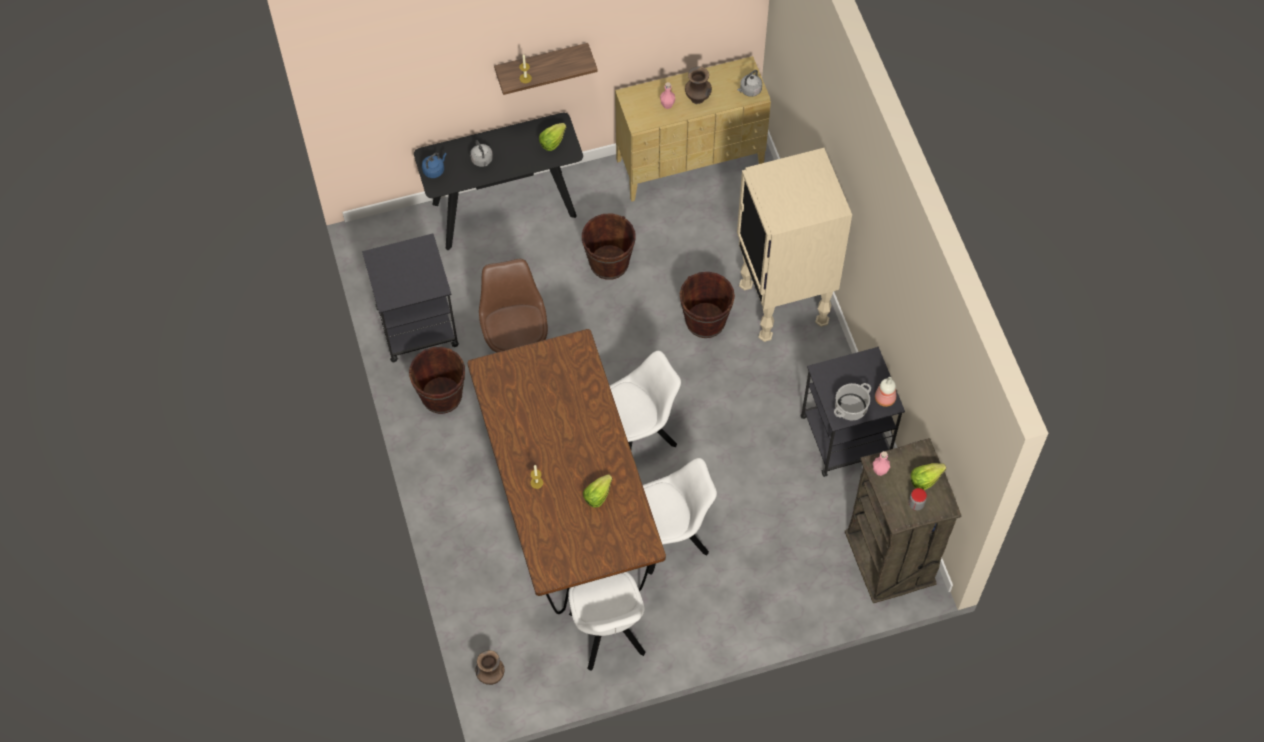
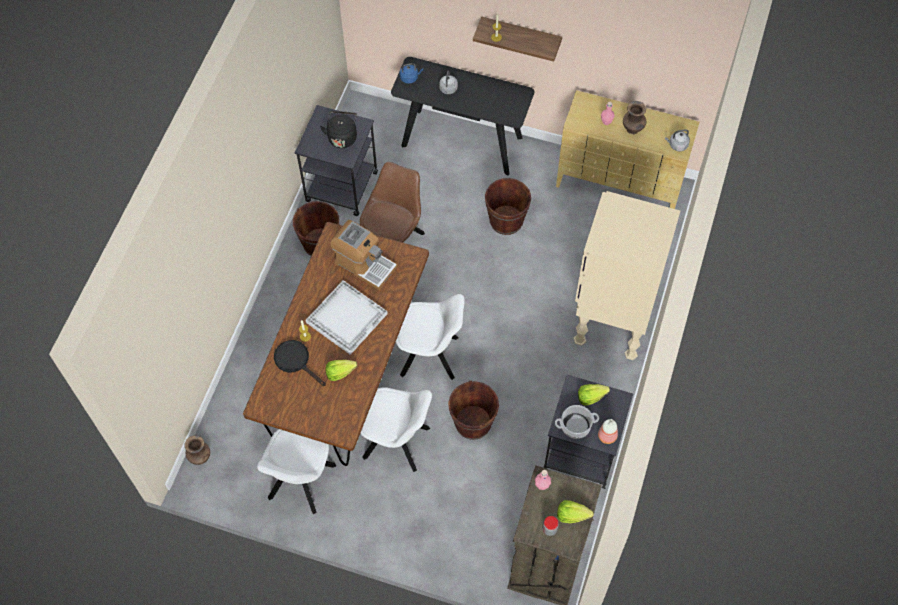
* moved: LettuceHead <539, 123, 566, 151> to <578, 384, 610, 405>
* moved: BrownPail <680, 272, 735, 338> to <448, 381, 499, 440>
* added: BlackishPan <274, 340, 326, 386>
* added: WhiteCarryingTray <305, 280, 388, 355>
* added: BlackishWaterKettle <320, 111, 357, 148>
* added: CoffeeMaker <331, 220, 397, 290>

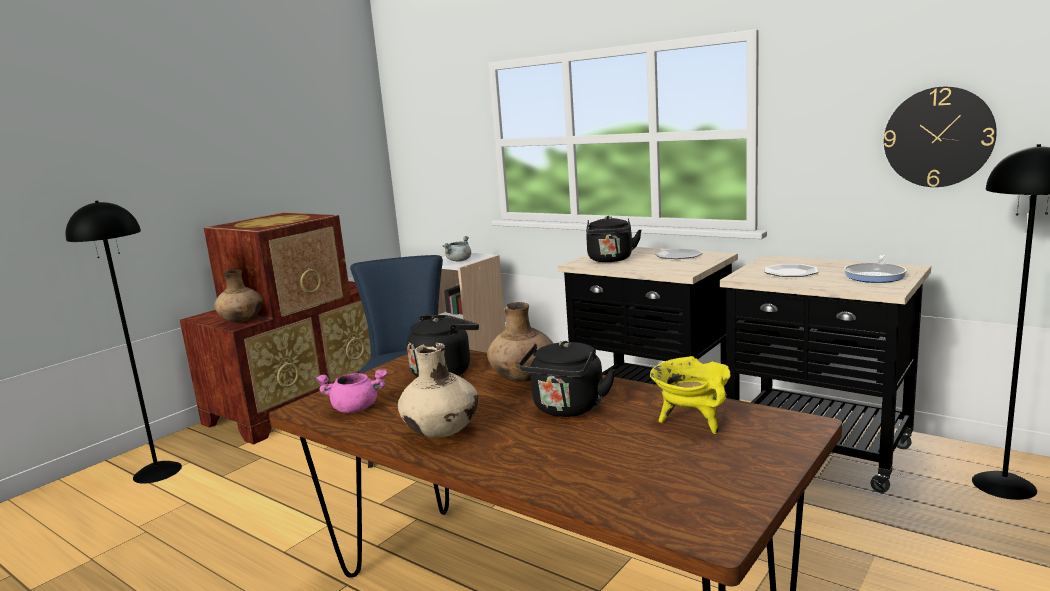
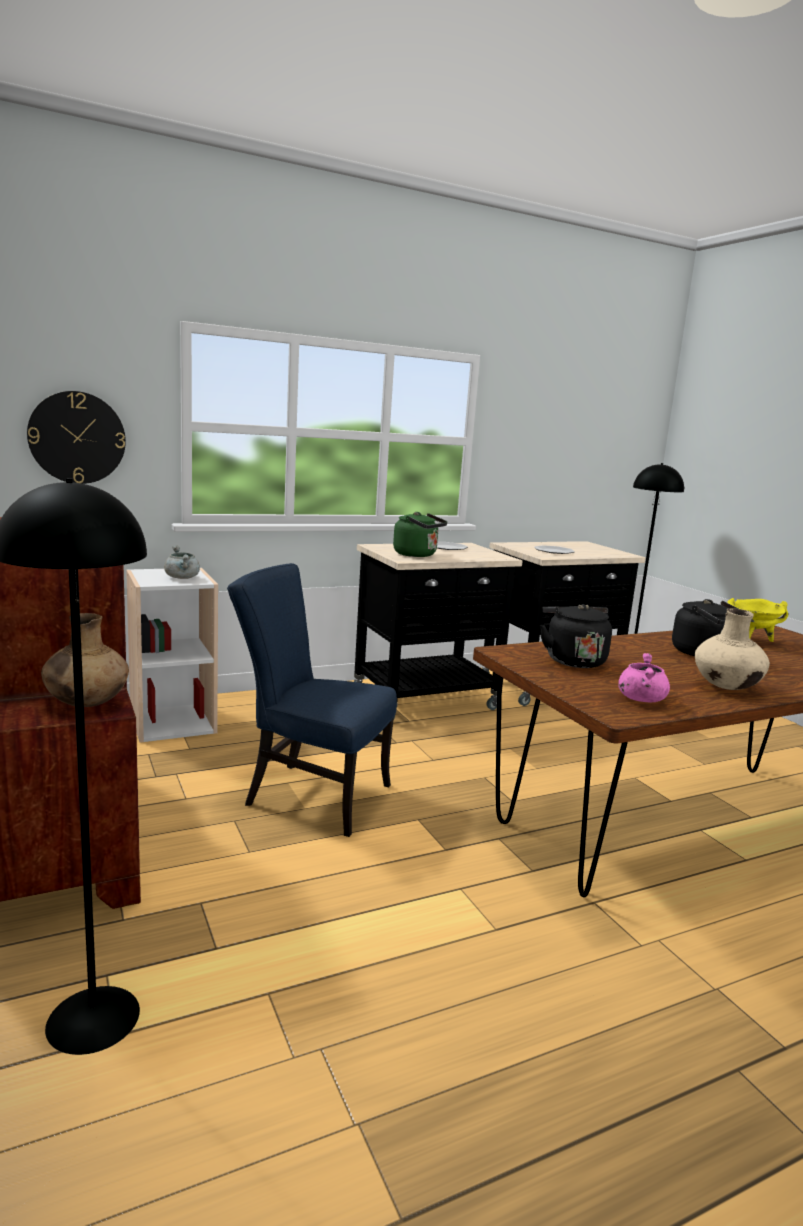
* removed: BrownDecorativeVase <487, 302, 554, 382>
* recoloured: BlackishWaterKettle <586, 216, 642, 262> to GreenishWaterKettle <393, 512, 447, 557>
* removed: Pan <844, 255, 906, 283>
* moved: HangingClock <884, 86, 997, 187> to <27, 391, 126, 484>

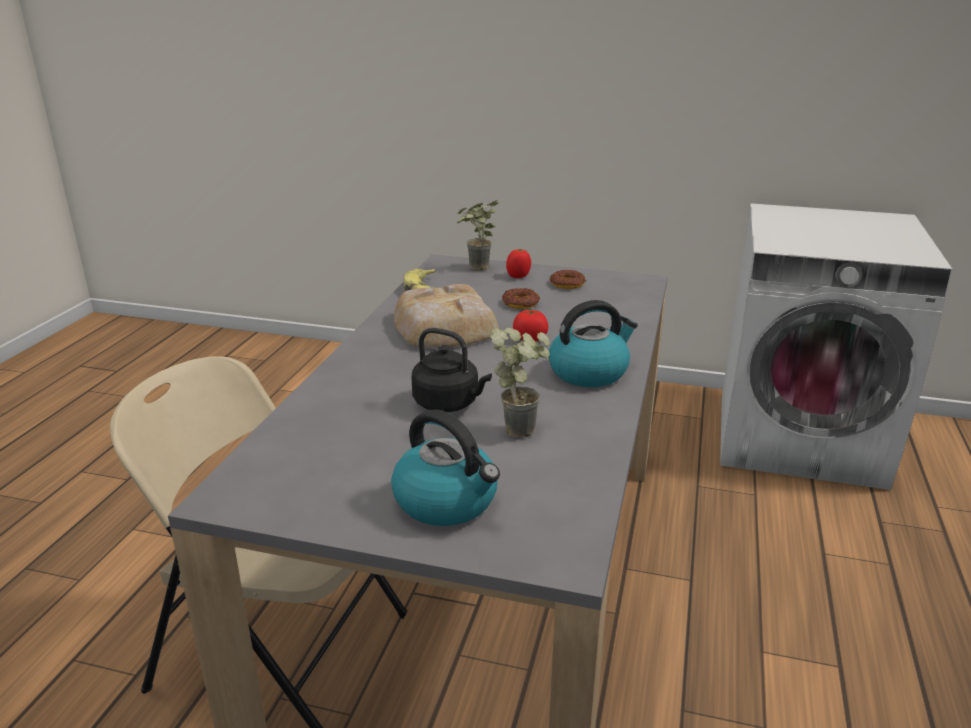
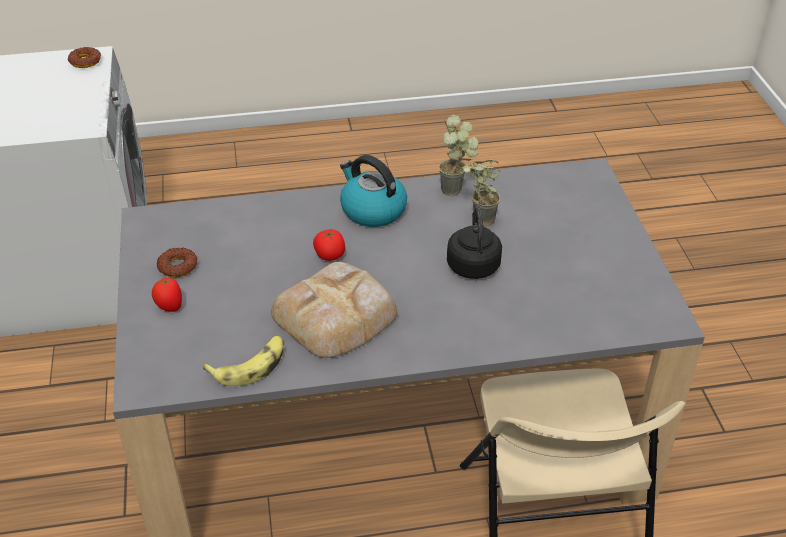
* removed: WaterKettle <391, 409, 500, 526>
* moved: PlantInAPot <457, 200, 499, 271> to <439, 114, 478, 196>
* moved: RingDoughnut <502, 288, 540, 309> to <68, 47, 101, 68>

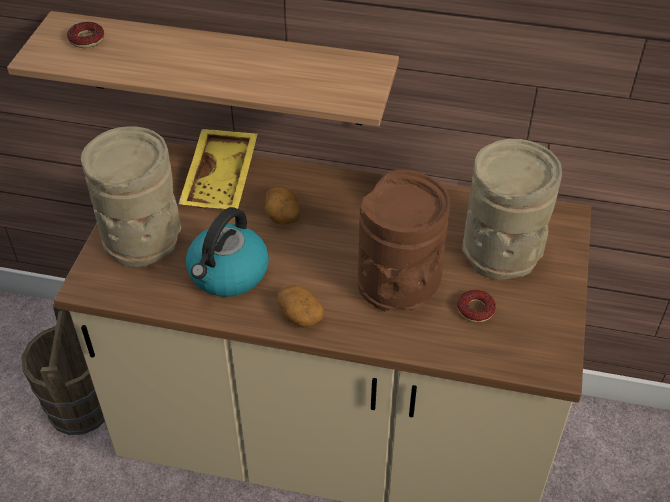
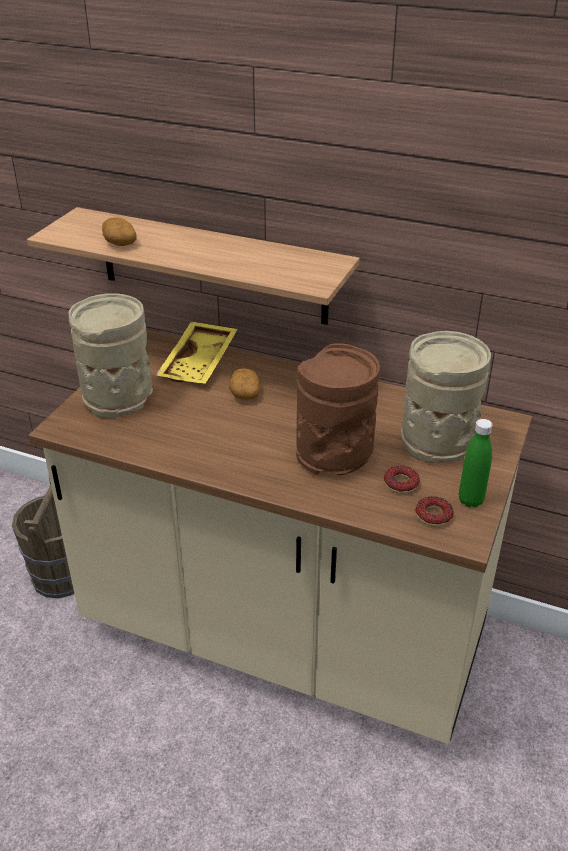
* moved: RingDoughnut <67, 22, 104, 48> to <415, 496, 454, 526>
* removed: WaterKettle <186, 207, 269, 297>
* moved: Spud <277, 285, 325, 328> to <102, 217, 137, 246>
* added: GreenishDrinkBottle <459, 419, 493, 508>

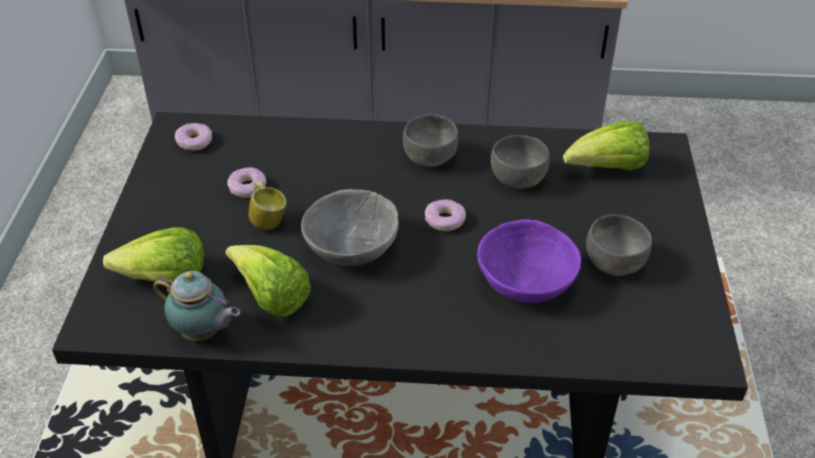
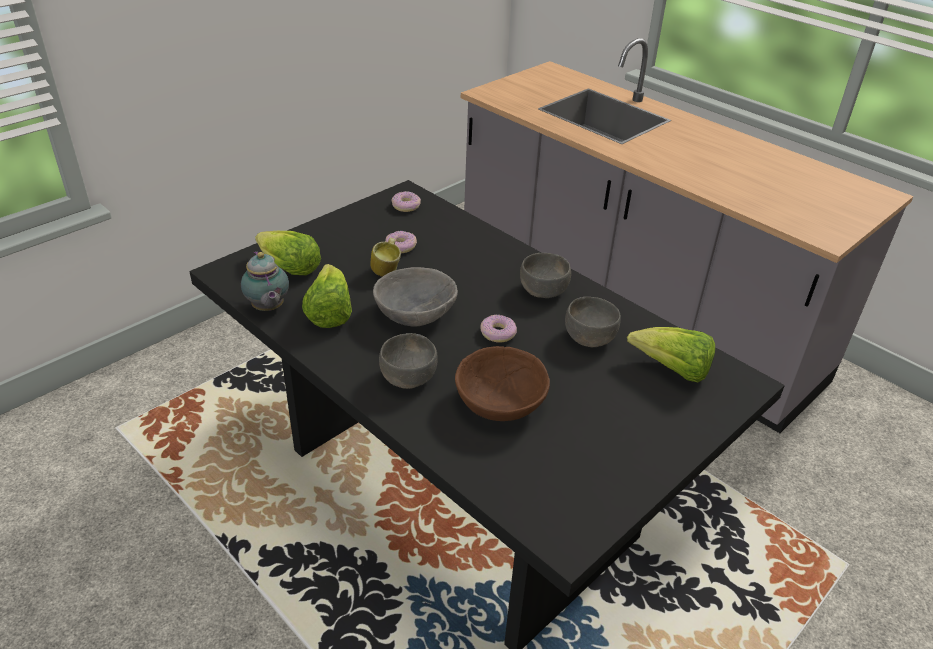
* recoloured: PurplishServingBowl <477, 219, 581, 303> to BrownServingBowl <455, 346, 550, 421>
* moved: GreyServingBowl <586, 215, 652, 276> to <379, 333, 438, 389>

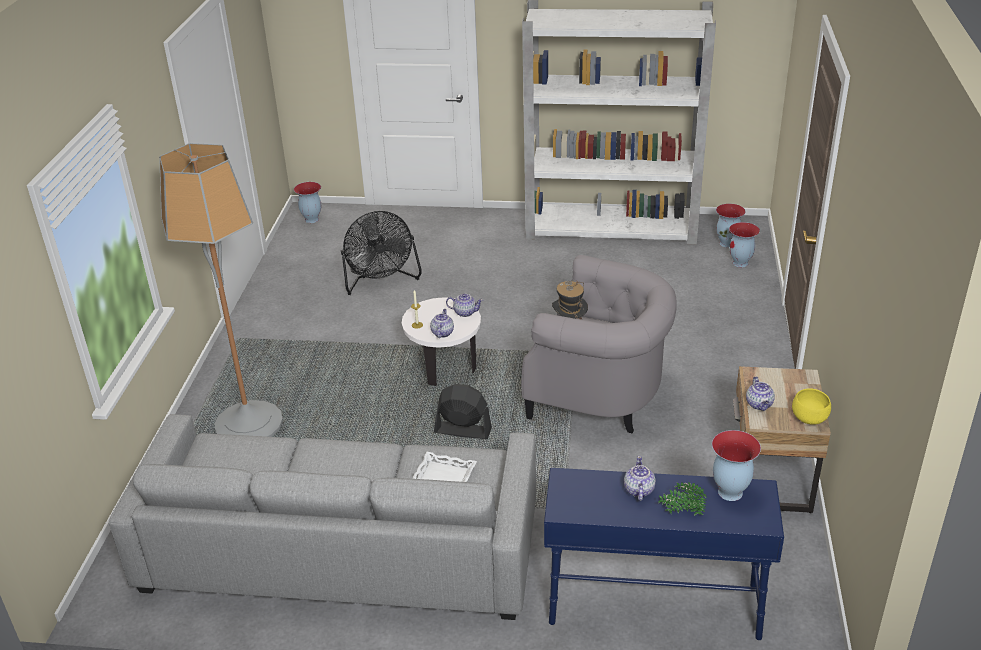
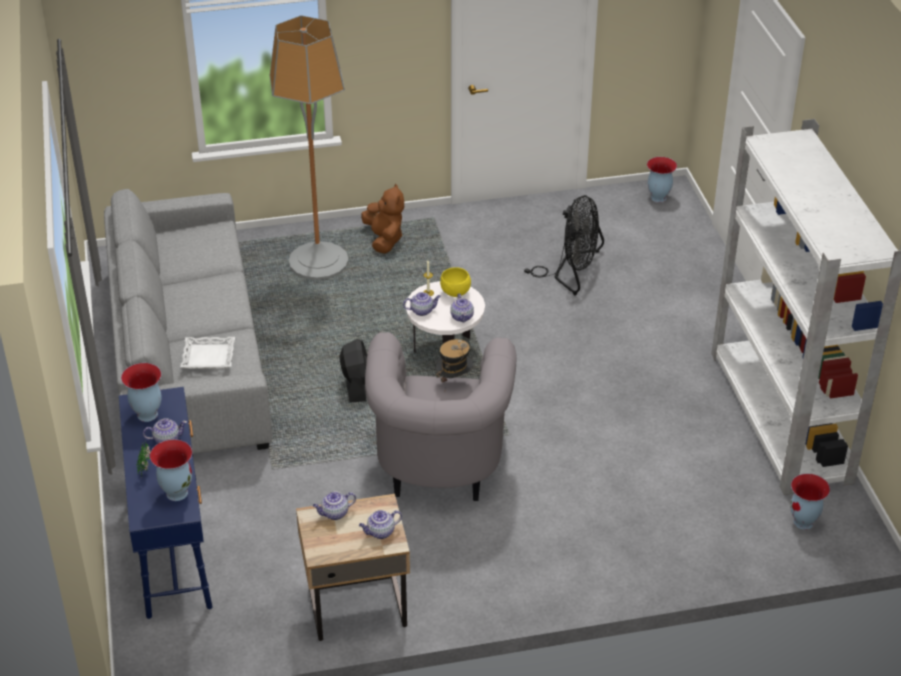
* turned: BlackishCoolingFan <341, 211, 422, 295> = <524, 195, 604, 295> 120 degrees counterclockwise
* moved: DecorativeVase <729, 222, 760, 267> to <121, 363, 162, 422>
* moved: YellowColouredServingBowl <792, 388, 831, 425> to <440, 267, 471, 297>
* added: Teapot <359, 510, 402, 539>
* added: BrownSoftToy <361, 184, 404, 254>

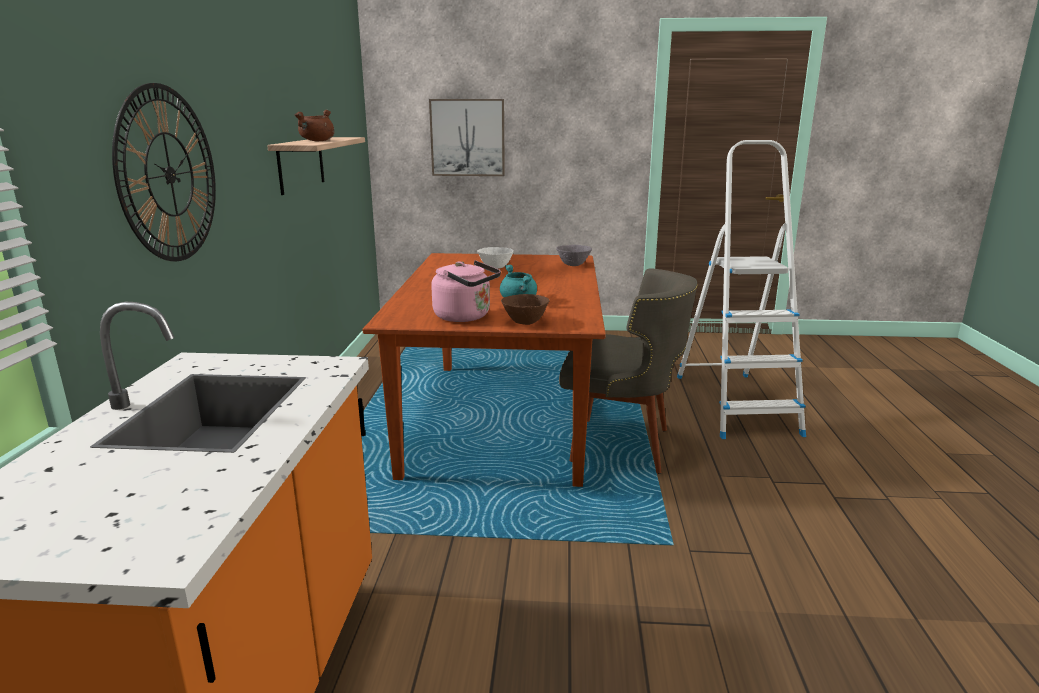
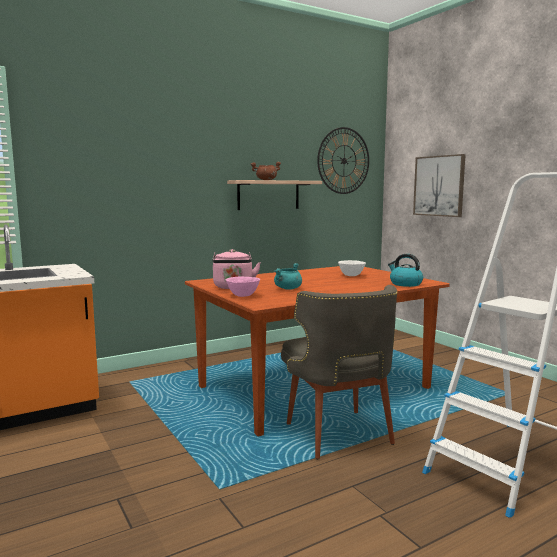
* moved: HangingClock <112, 83, 216, 261> to <317, 127, 369, 194>
* recoloured: BrownServingBowl <501, 294, 549, 325> to PinkServingBowl <225, 277, 260, 297>
* replaced: GreyServingBowl <556, 245, 592, 266> to WaterKettle <388, 254, 423, 287>

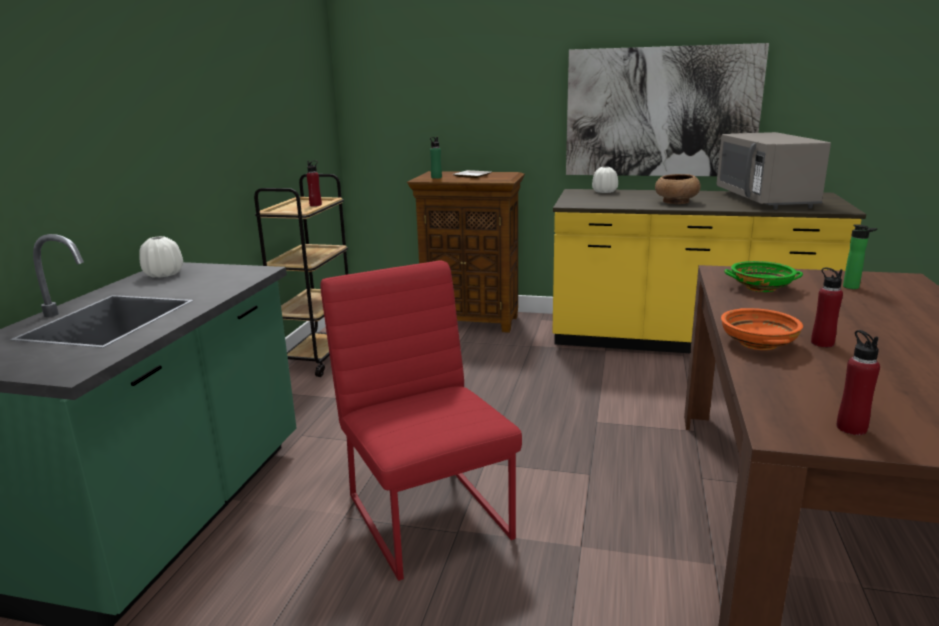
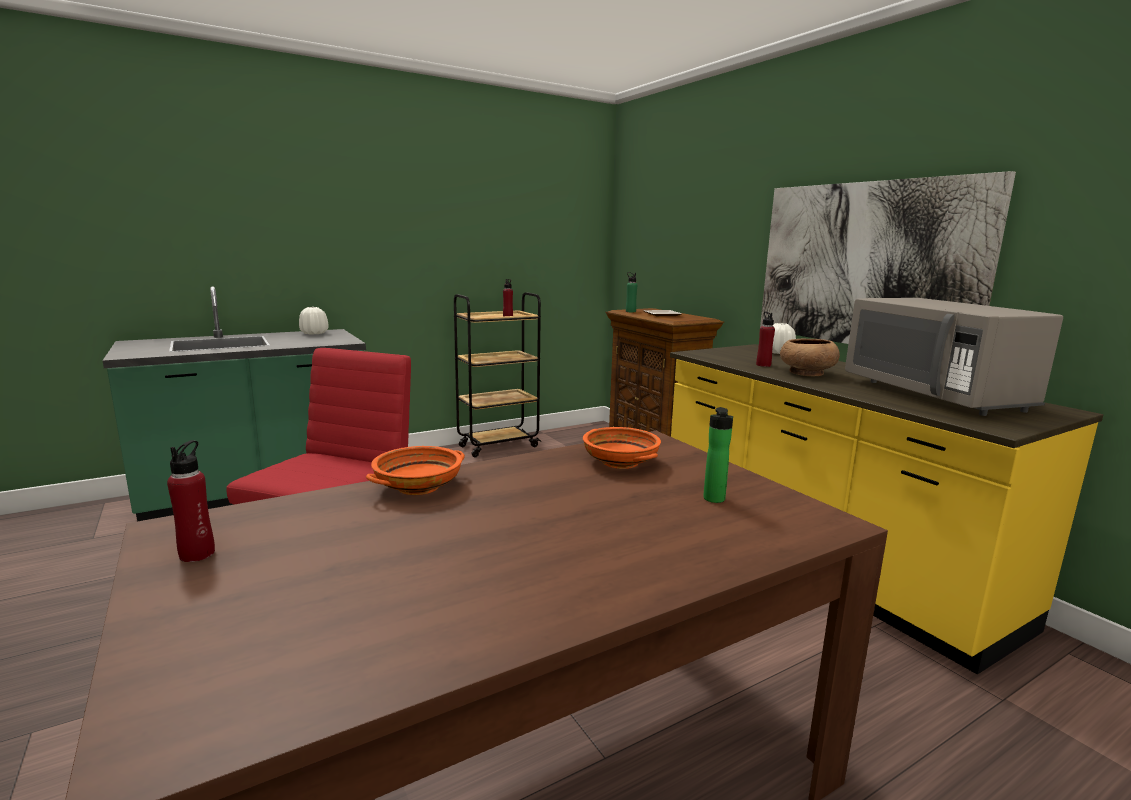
* turned: GreyMicrowave <717, 132, 831, 210> = <845, 298, 1063, 416> 60 degrees counterclockwise
* recoloured: GreenishServingBowl <724, 261, 803, 292> to OrangeServingBowl <583, 427, 661, 469>
* moved: RedColouredDrinkBottle <811, 267, 843, 347> to <756, 312, 775, 367>

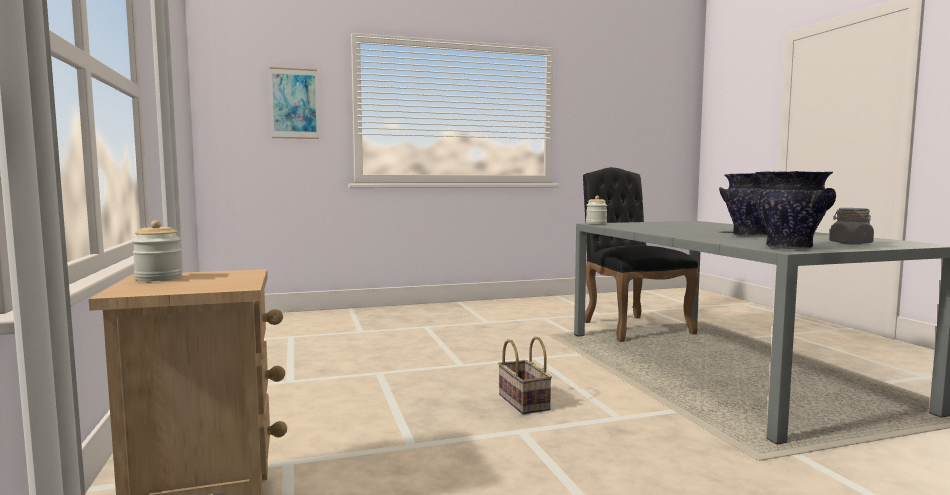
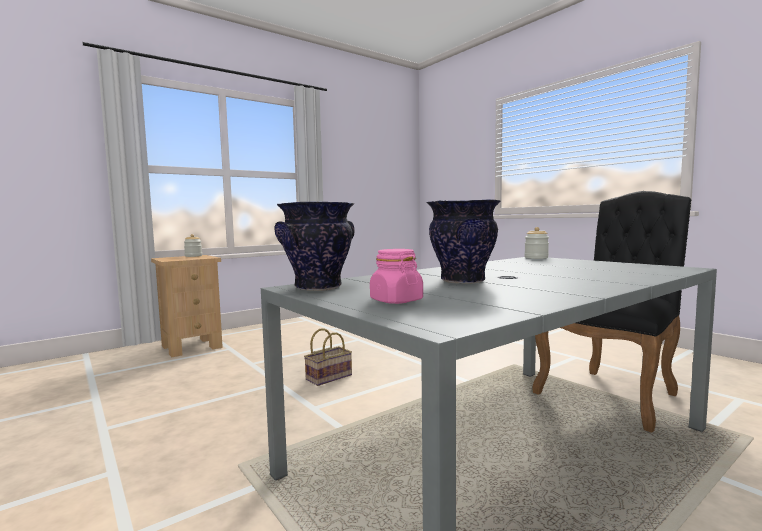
* removed: Picture <270, 67, 319, 139>
* recoloured: GreyJar <829, 208, 874, 245> to PinkJar <370, 249, 423, 304>

